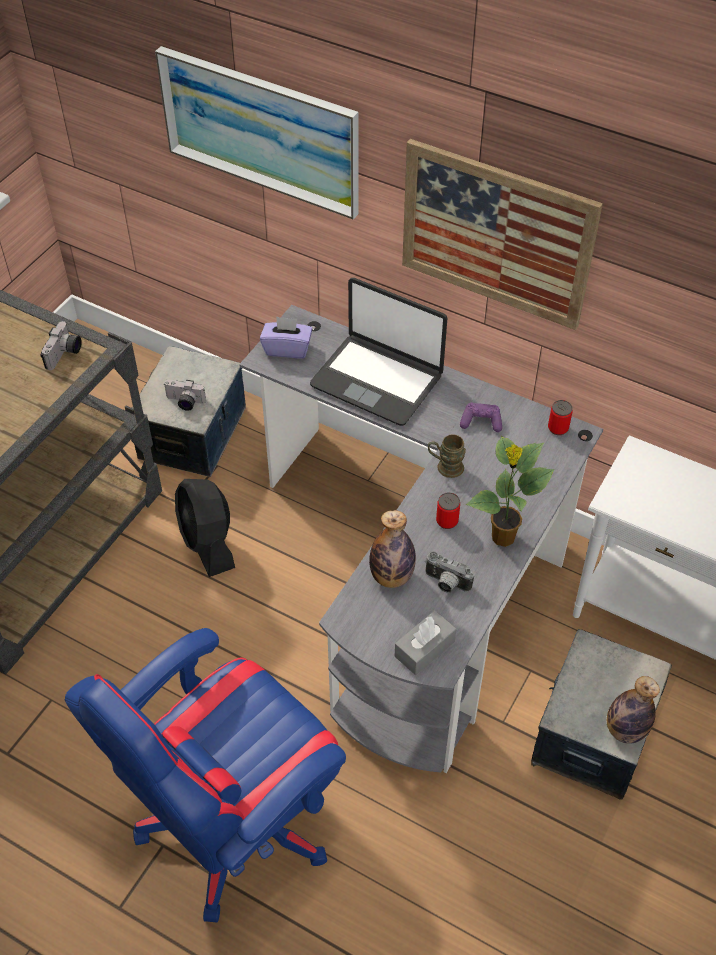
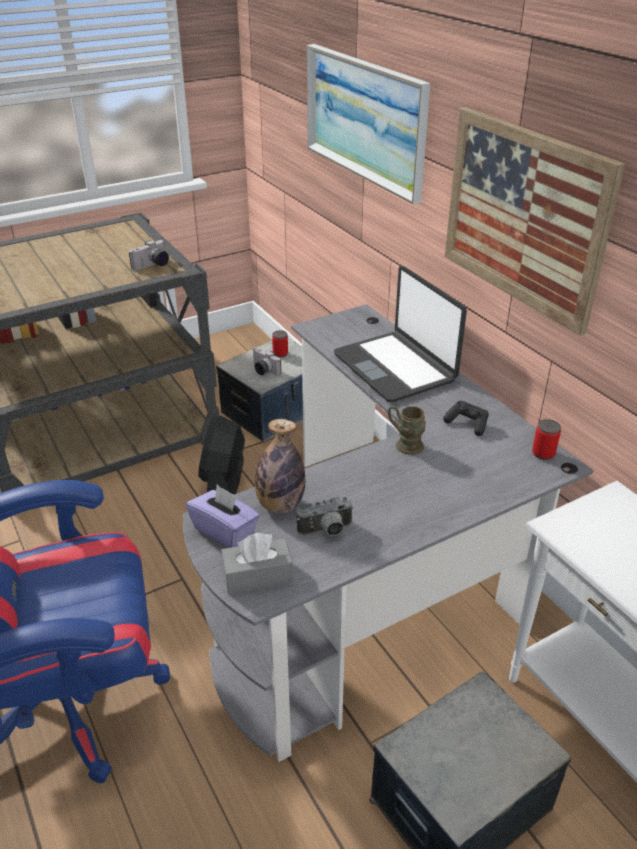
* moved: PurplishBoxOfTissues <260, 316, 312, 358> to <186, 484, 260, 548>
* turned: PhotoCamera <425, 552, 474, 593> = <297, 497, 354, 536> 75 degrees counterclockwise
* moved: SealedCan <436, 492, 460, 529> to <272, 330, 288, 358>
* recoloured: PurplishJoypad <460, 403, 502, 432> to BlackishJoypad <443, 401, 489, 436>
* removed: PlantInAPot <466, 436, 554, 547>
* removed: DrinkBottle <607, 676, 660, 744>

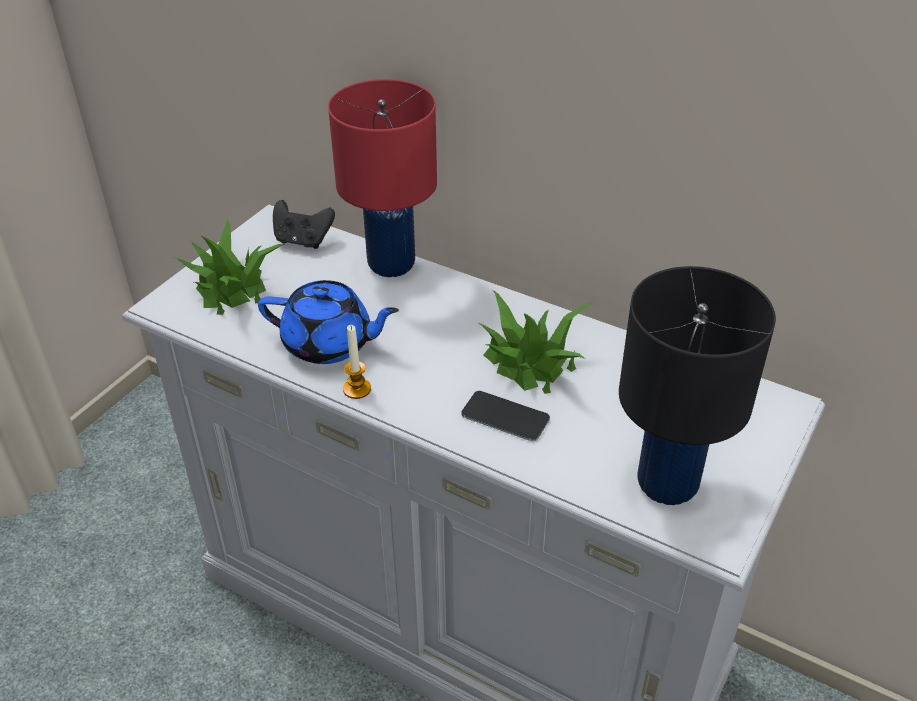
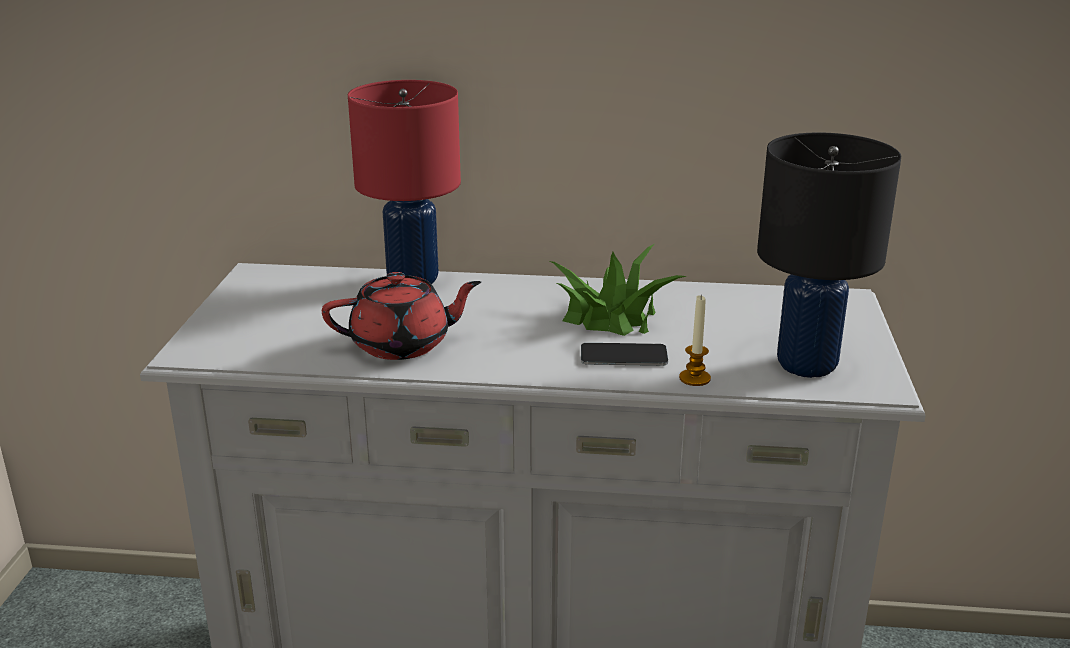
* removed: PlantInAPot <173, 219, 284, 315>
* recoloured: BlueTeapot <258, 280, 399, 364> to RedColouredTeapot <322, 272, 481, 360>
* removed: BlackishJoypad <273, 200, 335, 249>
* moved: Candle <343, 325, 371, 399> to <679, 294, 711, 386>

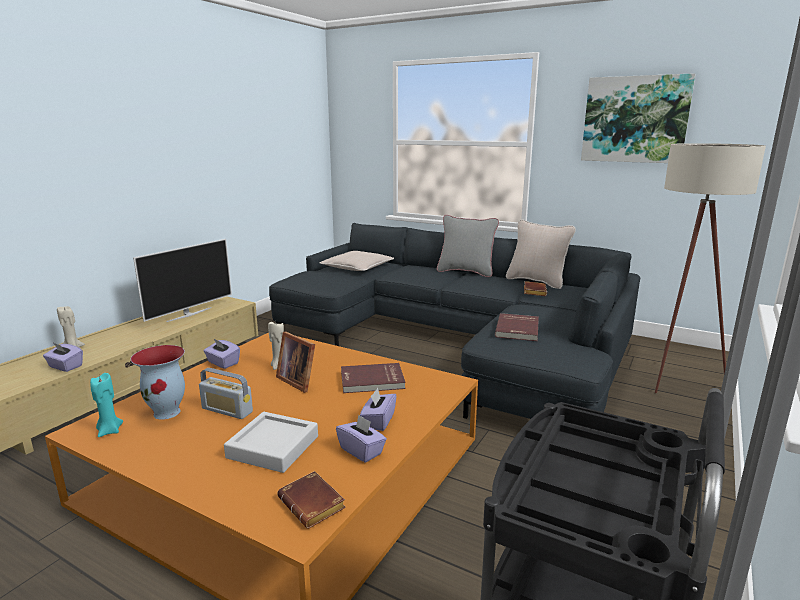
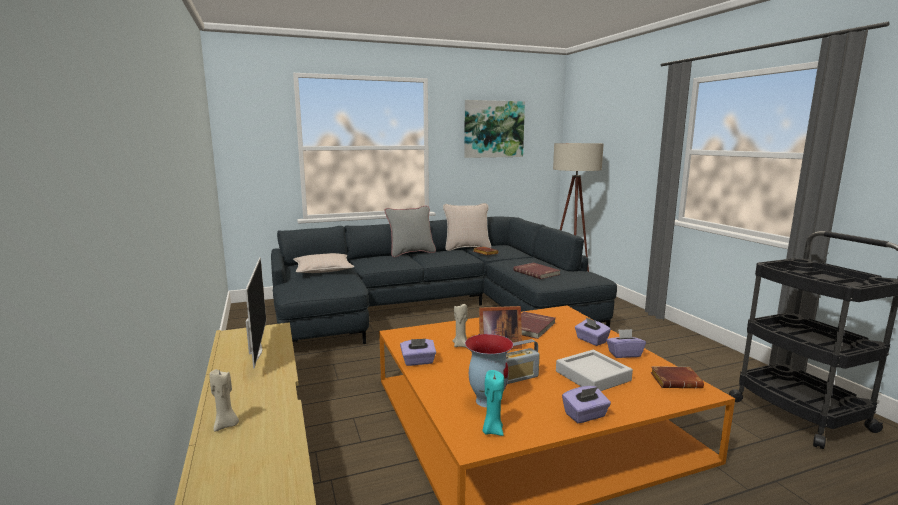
* moved: PurplishBoxOfTissues <43, 343, 83, 372> to <562, 386, 611, 423>

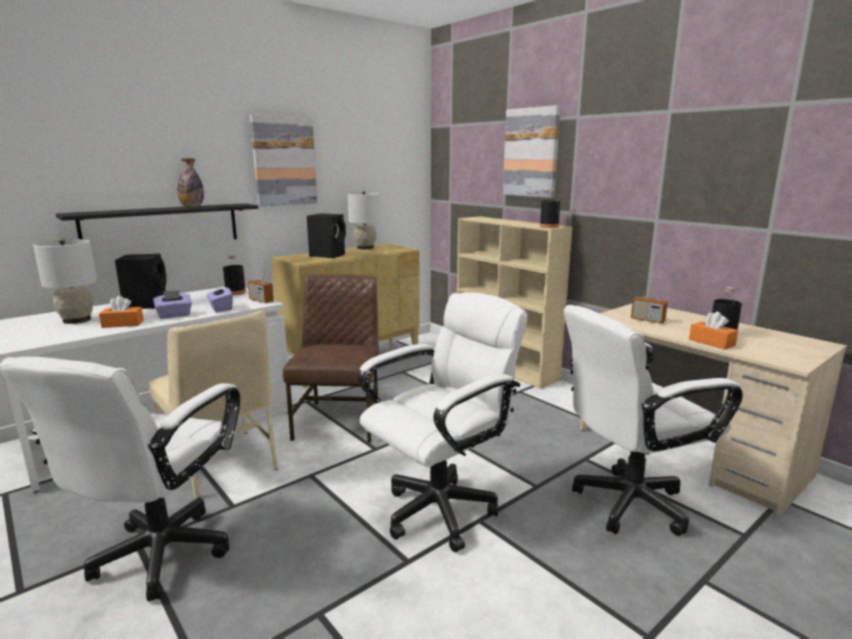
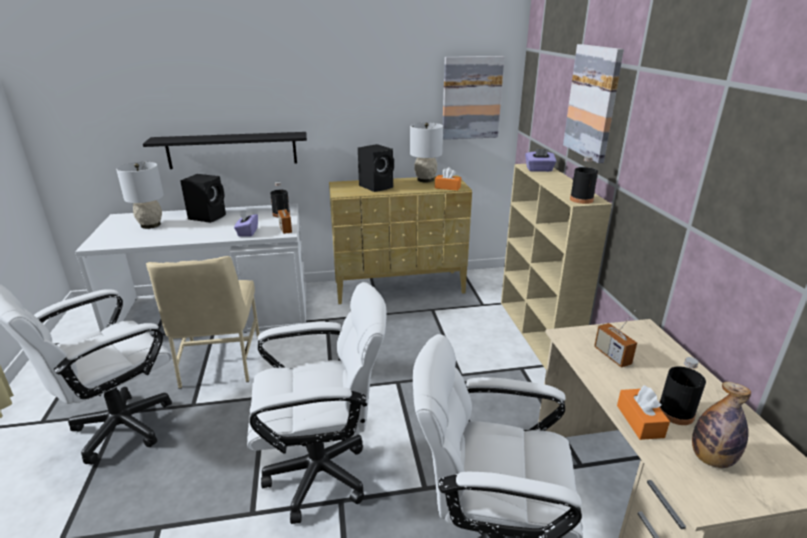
* moved: OrangeBoxOfTissues <99, 296, 144, 328> to <435, 167, 461, 191>
* moved: PurplishBoxOfTissues <153, 290, 192, 319> to <525, 149, 556, 172>
* moved: DrinkBottle <178, 158, 204, 207> to <692, 382, 751, 468>
* moved: Picture <250, 114, 317, 207> to <443, 56, 504, 140>
* removed: BrownUprightChair <283, 274, 379, 443>

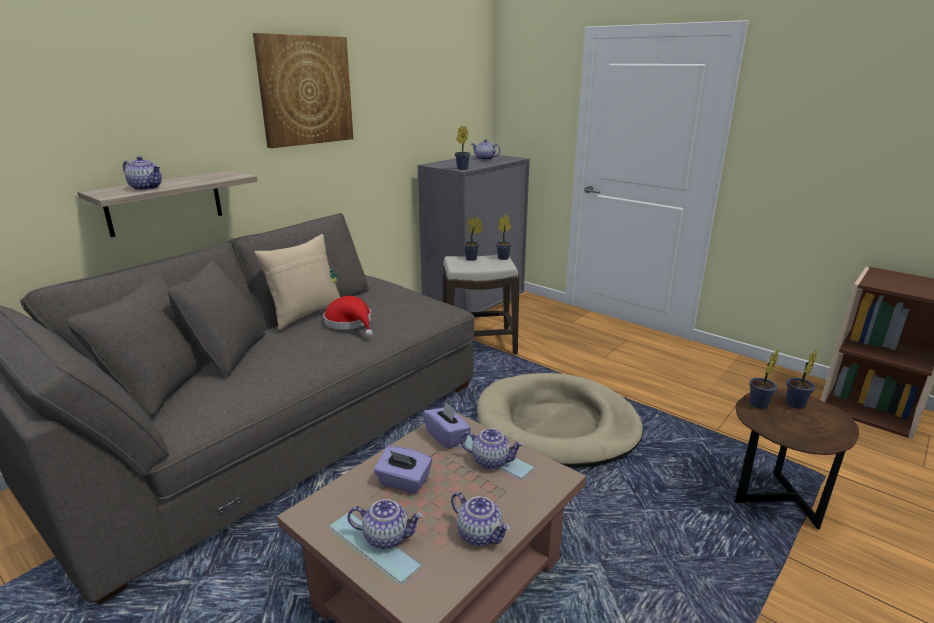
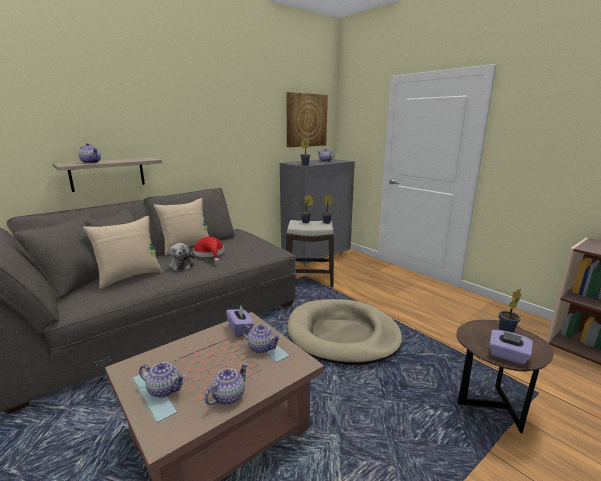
* moved: Picture <253, 33, 353, 148> to <287, 92, 328, 147>
* moved: PurplishBoxOfTissues <374, 446, 432, 494> to <489, 330, 533, 365>
* turned: Teapot <451, 492, 511, 546> = <205, 363, 248, 405> 105 degrees counterclockwise
* removed: PlantInAPot <750, 348, 779, 409>
* added: BeigeColouredPillow <83, 216, 163, 289>
* added: SoftToy <169, 243, 195, 271>

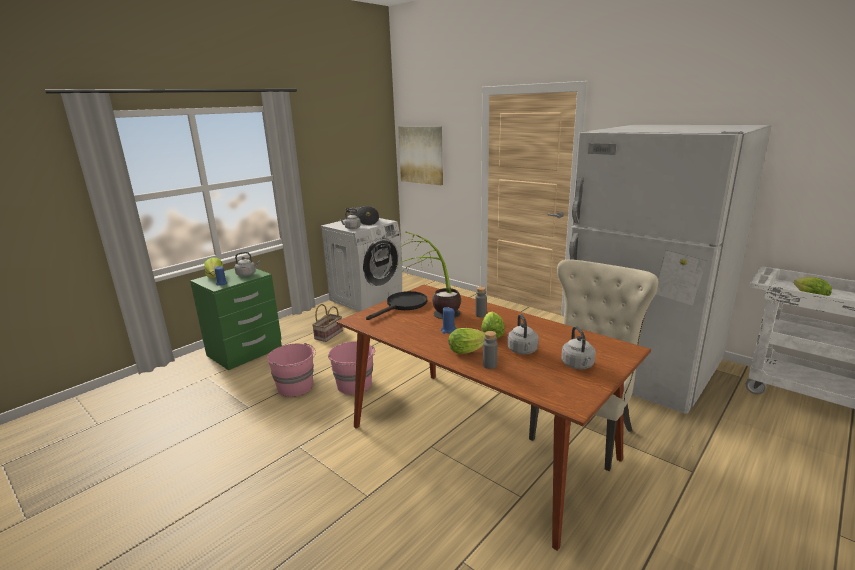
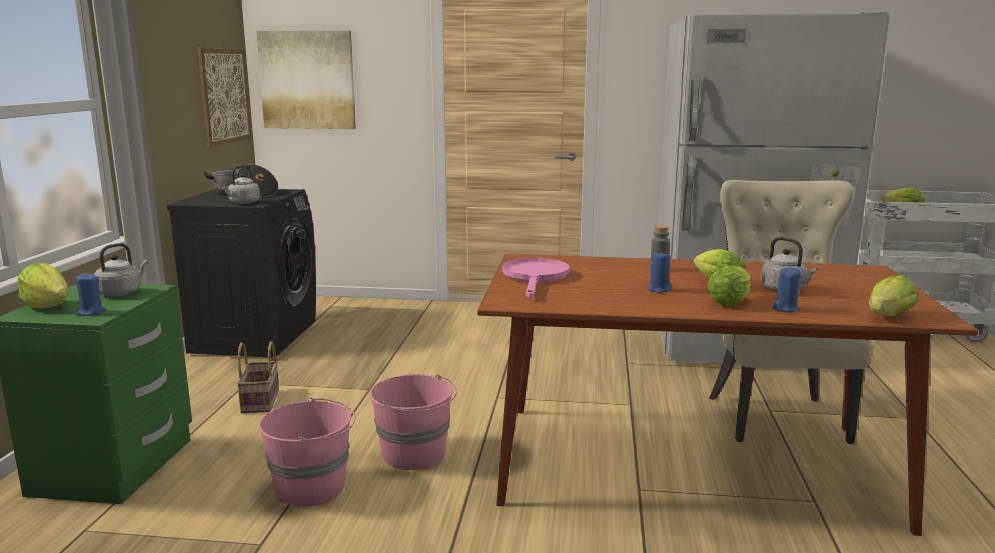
* recoloured: WhiteWashingMachine <321, 218, 402, 312> to BlackishWashingMachine <167, 189, 316, 358>
* recoloured: BlackishPan <366, 291, 427, 320> to PinkPan <502, 258, 570, 298>
* removed: PlantInAPot <396, 231, 461, 319>
* replaced: GreyDrinkBottle <483, 331, 497, 369> to BlueCandle <773, 267, 801, 312>
* removed: GreyWaterKettle <561, 326, 596, 369>
* added: Picture <198, 46, 252, 147>
* added: LettuceHead <869, 275, 918, 316>

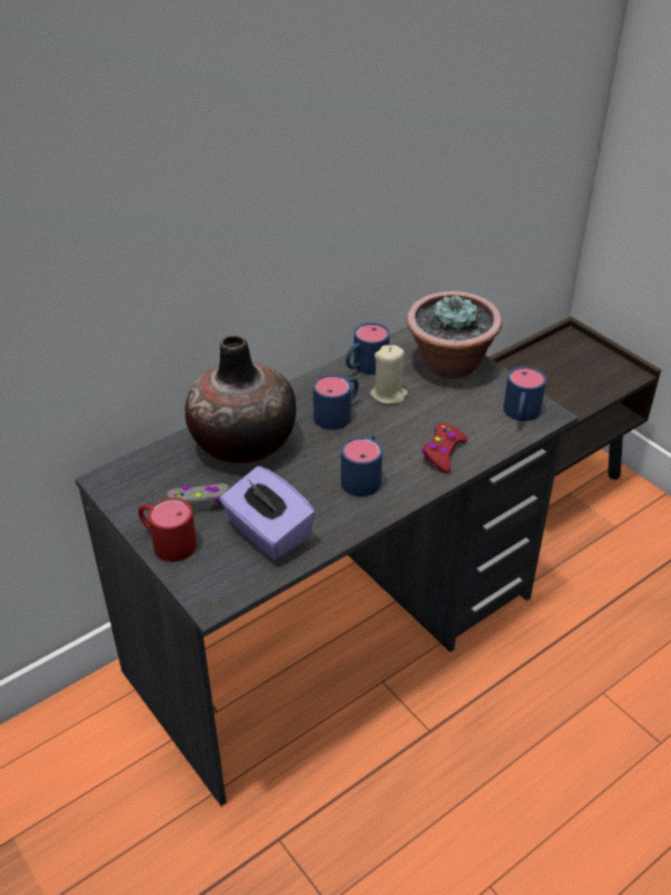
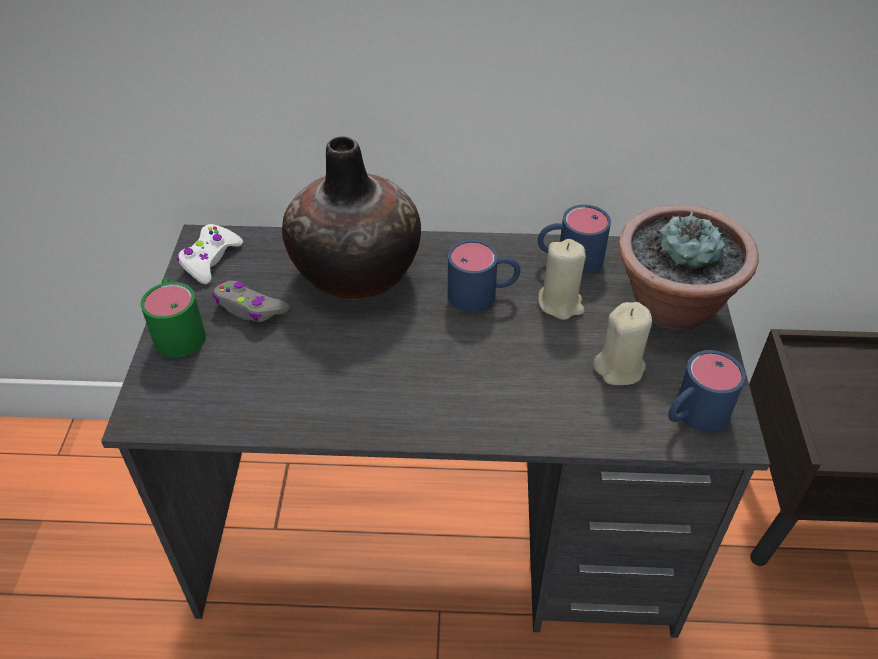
* recoloured: RedColouredTeaMug <138, 498, 197, 562> to GreenishTeaMug <141, 278, 206, 358>
* removed: PurplishBoxOfTissues <220, 466, 316, 560>
* removed: BlueTeaMug <341, 434, 382, 496>
* removed: RedColouredJoypad <422, 423, 468, 473>
* added: WhiteJoypad <177, 224, 243, 284>
* added: BeigeColouredCandle <593, 302, 652, 385>

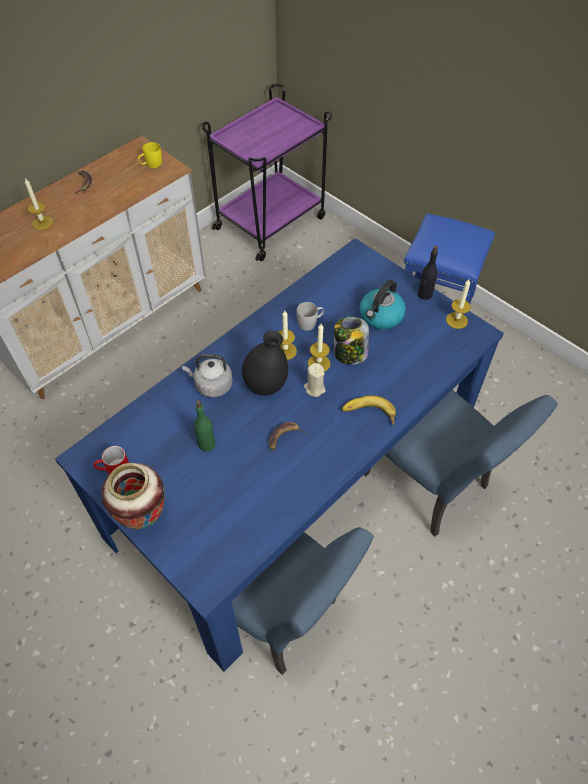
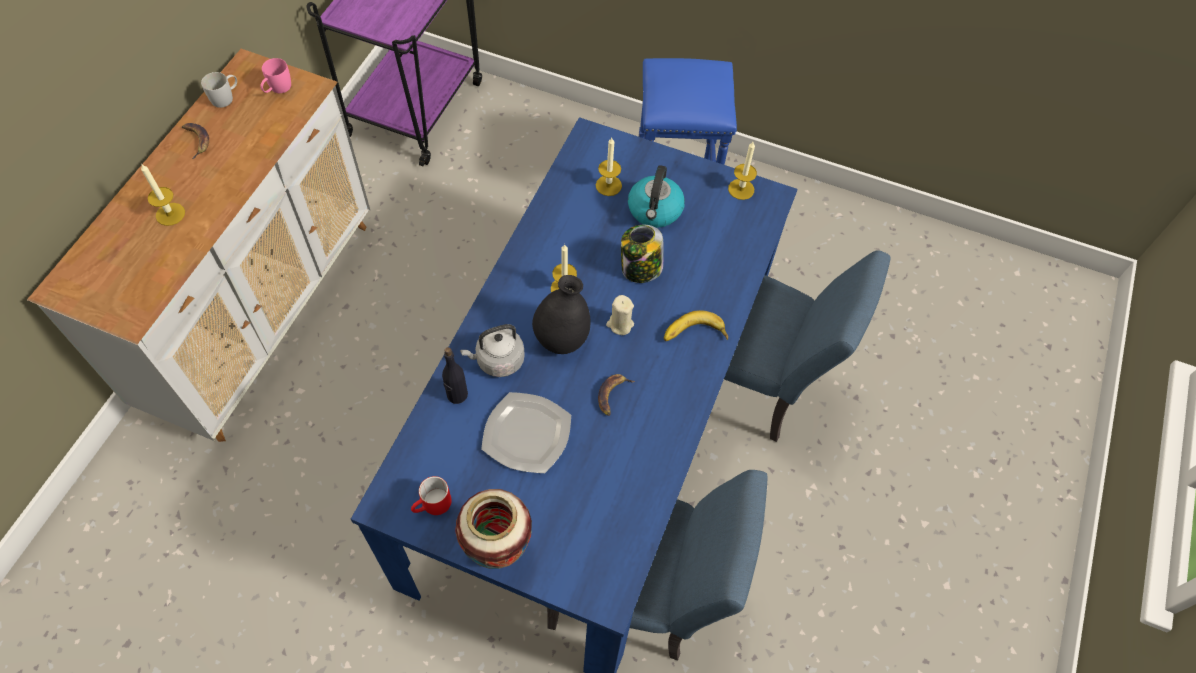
* recoloured: YellowColouredTeaMug <138, 142, 162, 168> to PinkTeaMug <260, 58, 291, 93>
* replaced: GreenishDrinkBottle <194, 400, 215, 452> to Plate <481, 392, 571, 473>
* moved: WhiteTeaMug <297, 302, 324, 331> to <201, 72, 237, 108>
* moved: Candle <308, 324, 330, 372> to <596, 138, 622, 196>
* moved: BlackishDrinkBottle <418, 246, 438, 300> to <442, 347, 468, 404>

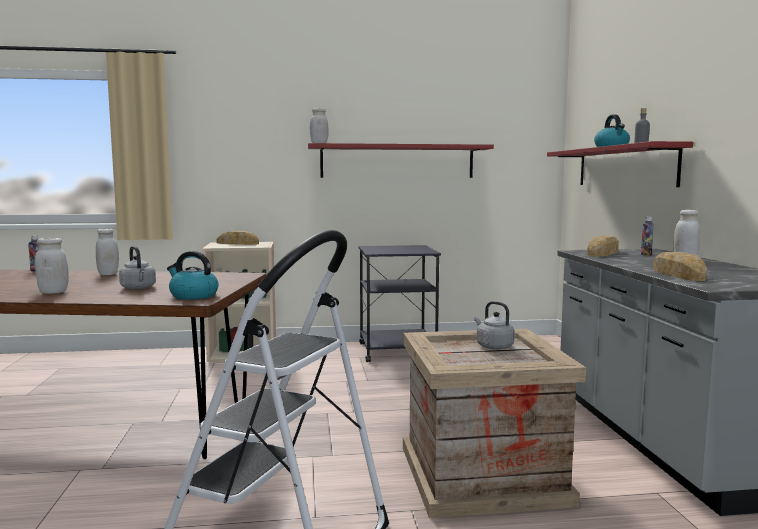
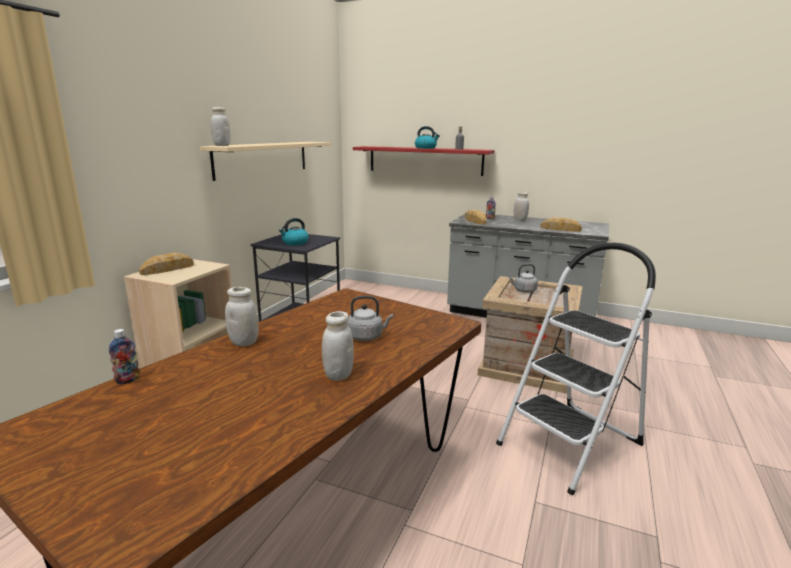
* moved: WaterKettle <167, 251, 219, 300> to <279, 218, 309, 245>
* recoloured: RedColouredShelf <308, 143, 494, 178> to BeigeColouredShelf <200, 142, 331, 181>

